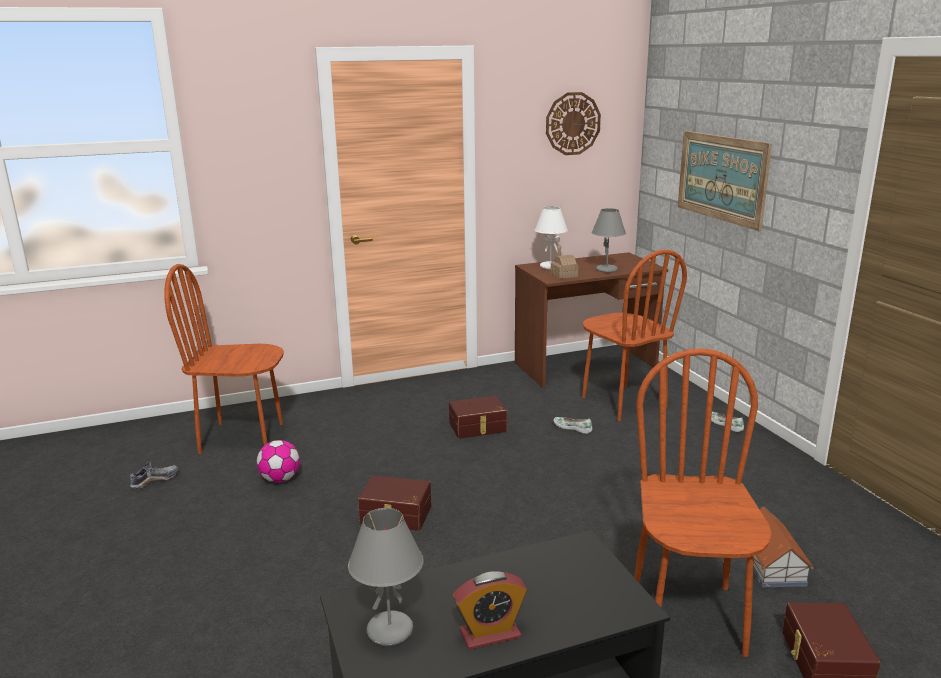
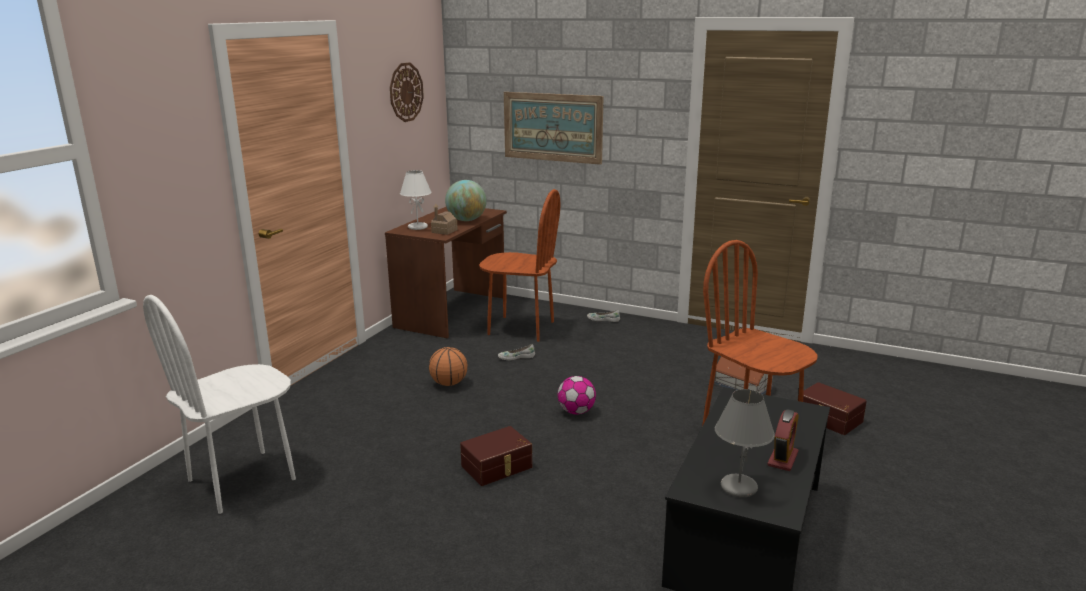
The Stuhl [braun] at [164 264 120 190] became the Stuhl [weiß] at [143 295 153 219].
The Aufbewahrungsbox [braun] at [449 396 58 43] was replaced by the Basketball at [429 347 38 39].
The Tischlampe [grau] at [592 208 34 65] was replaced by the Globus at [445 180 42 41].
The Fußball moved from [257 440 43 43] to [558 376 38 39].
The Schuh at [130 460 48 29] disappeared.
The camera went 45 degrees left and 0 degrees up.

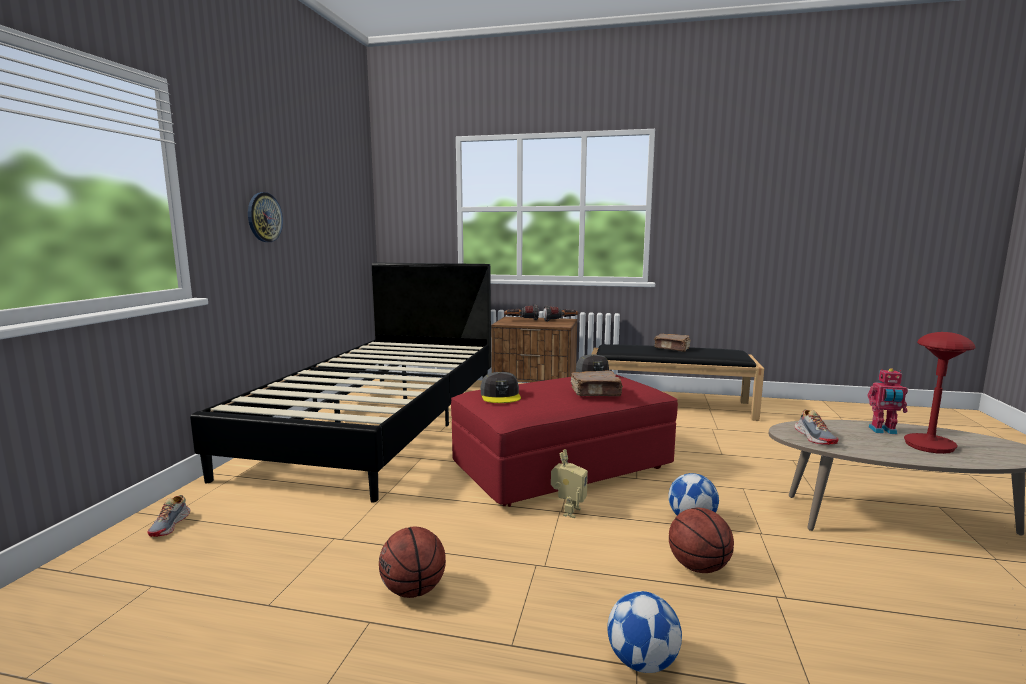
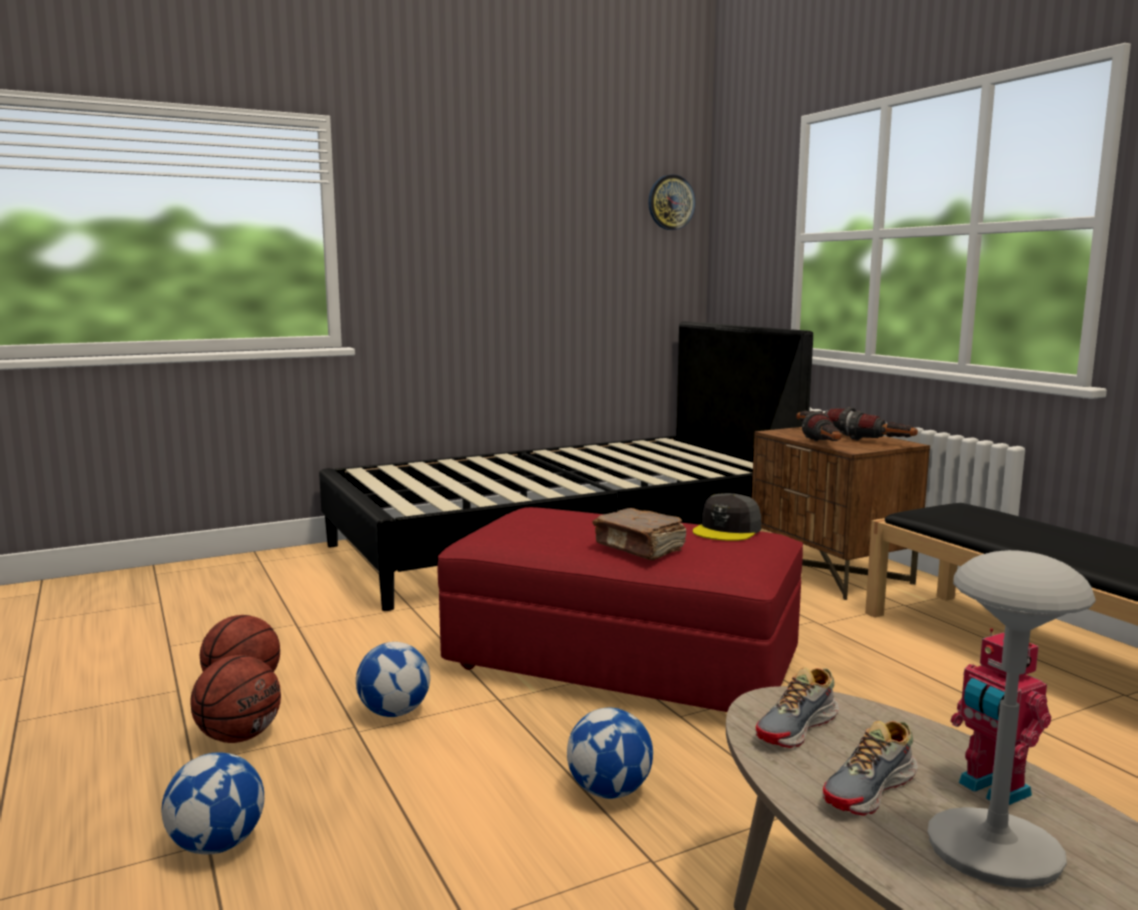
The Basketball moved from [669 508 65 65] to [190 655 91 88].
The Fußball at [356 642 74 75] appeared.
The Wanduhr moved from [248 192 35 50] to [648 174 47 56].
The Taschenlampe at [802 411 39 30] appeared.
The Schuh moved from [147 495 43 42] to [823 721 95 95].
The Tischlampe [rot] at [904 332 72 122] became the Tischlampe [grau] at [927 550 169 338].
The Kappe [grau] at [481 372 40 31] disappeared.
The Spielzeugroboter at [551 449 37 69] disappeared.
The Buch [braun] at [654 334 37 18] disappeared.
The camera went 50 degrees right and 0 degrees up.

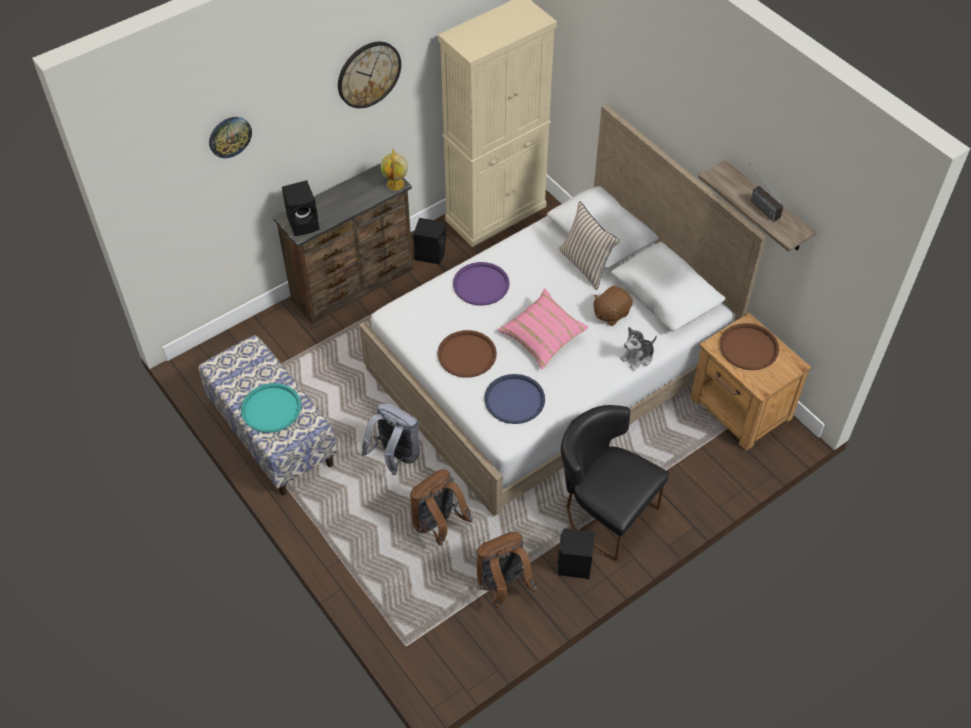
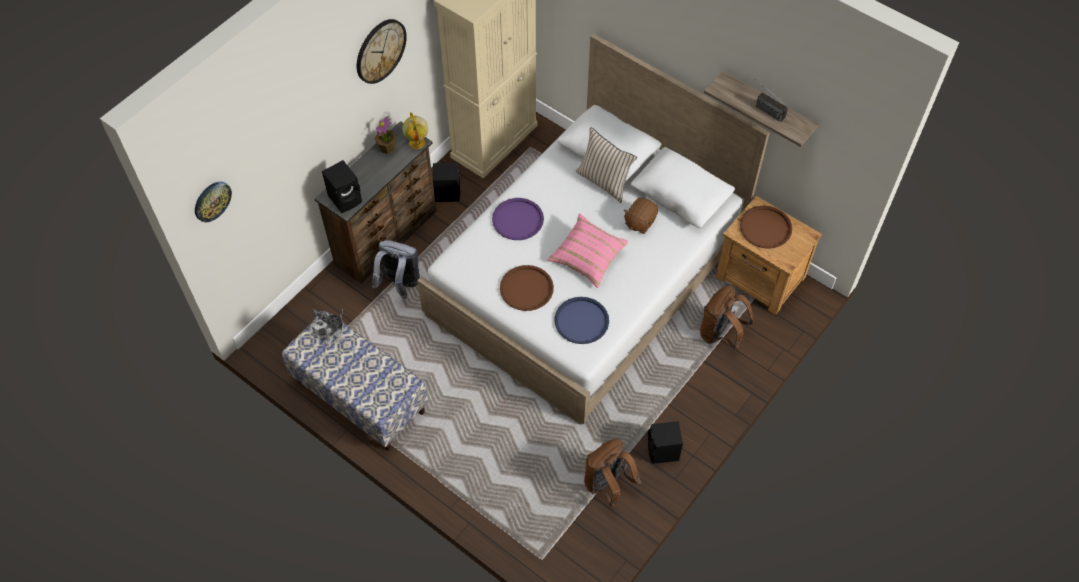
The Wanduhr moved from [209 117 43 41] to [195 182 37 40].
The Plüschtier moved from [620 327 37 44] to [312 309 32 36].
The Rucksack [grau] moved from [361 404 59 71] to [372 240 48 59].
The Topfpflanze at [375 116 21 38] appeared.
The Rucksack [braun] moved from [410 469 63 76] to [700 286 53 63].
The Tablett [türkis] at [241 383 60 50] disappeared.
The Stuhl [schwarz] at [561 405 108 156] disappeared.
The camera went 15 degrees left and 5 degrees up.

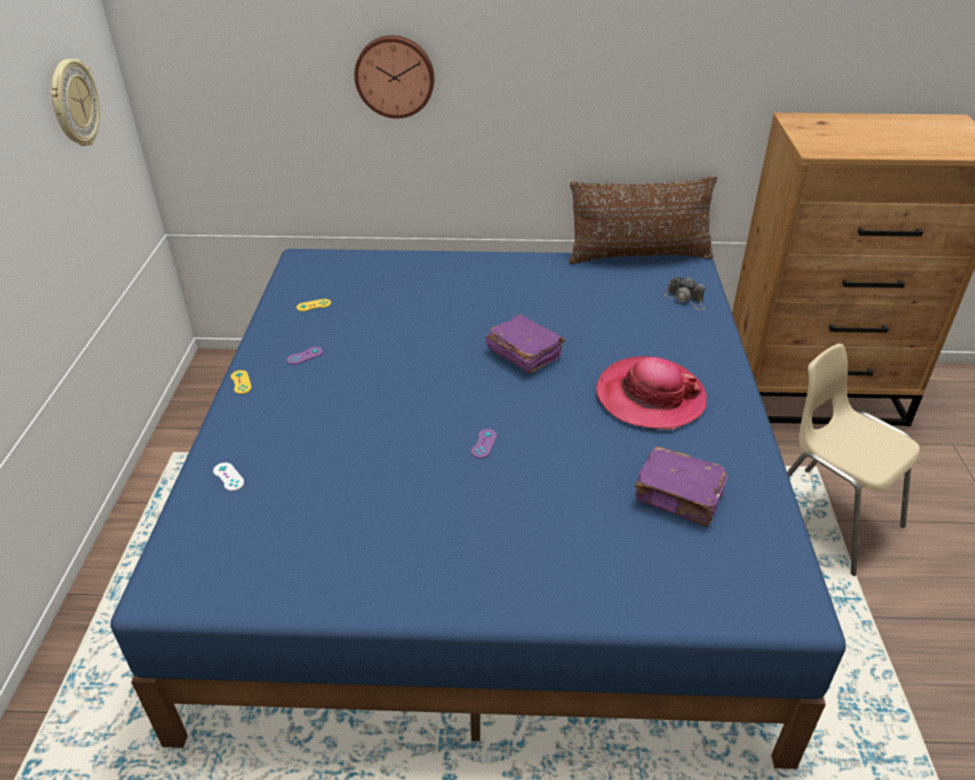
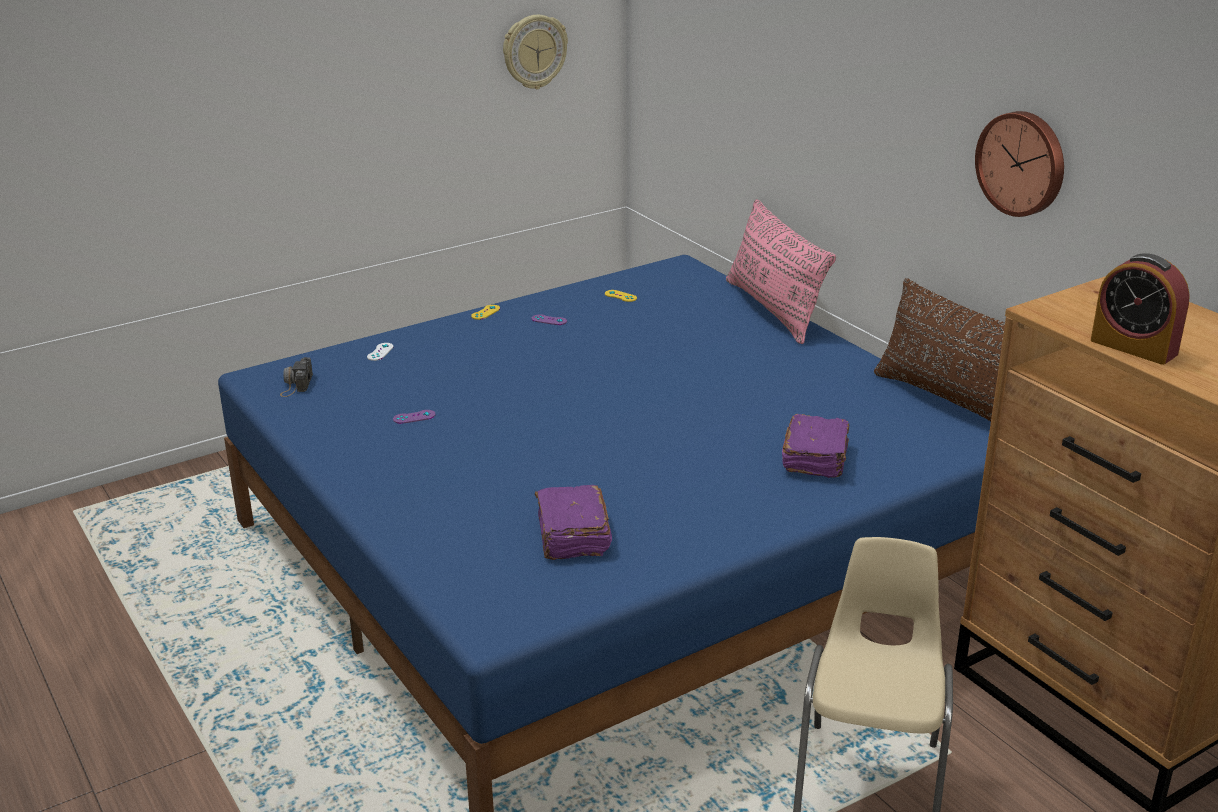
The Kamera moved from [665 277 40 33] to [280 357 33 40].
The Gamepad [lila] moved from [471 429 26 29] to [393 410 43 14].
The Kissen [rosa] at [726 199 110 145] appeared.
The Buch [lila] moved from [486 315 79 58] to [782 414 67 64].
The Wanduhr moved from [354 35 80 84] to [975 111 89 106].
The Wecker at [1091 254 99 111] appeared.
The Hut at [596 356 111 74] disappeared.
The camera went 55 degrees right and 10 degrees down.

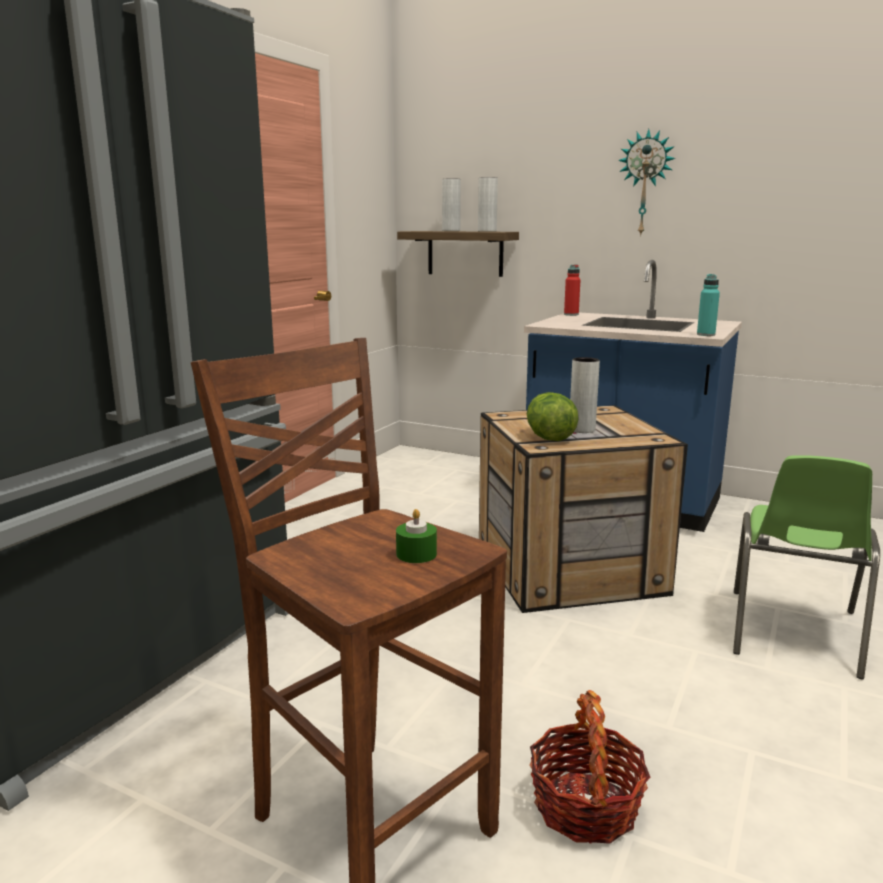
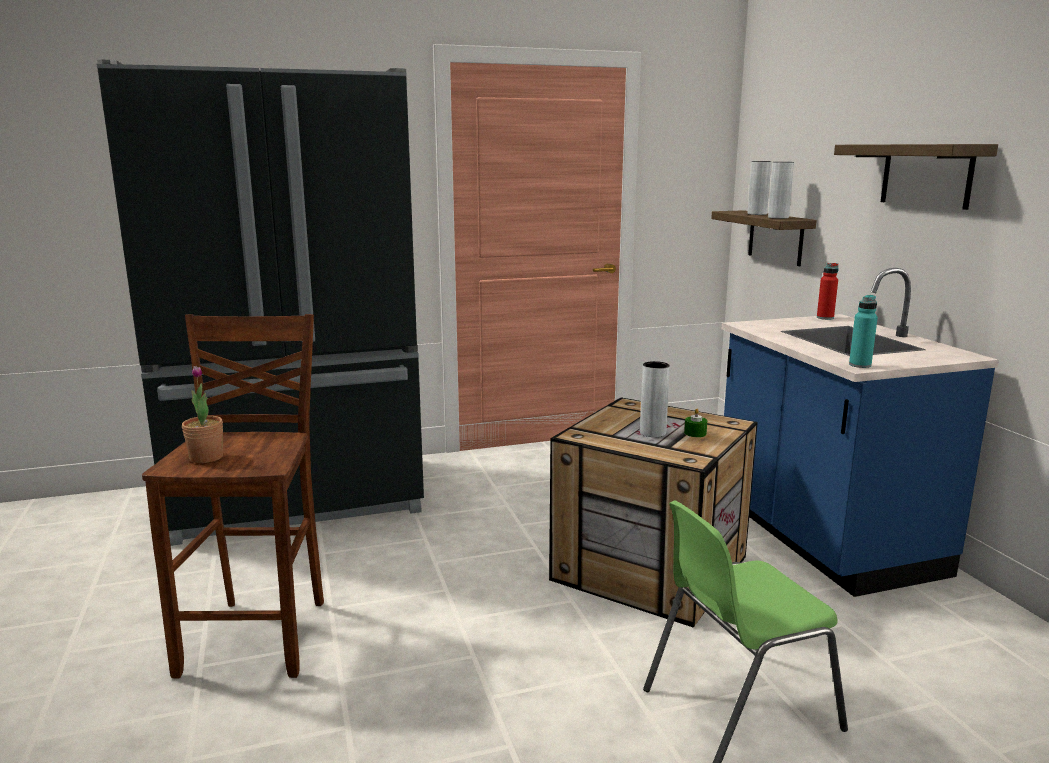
The Topfpflanze at [182 366 41 97] appeared.
The Kerze [grün] moved from [396 509 41 54] to [684 409 23 28].
The Wanduhr at [618 129 58 108] was replaced by the Wandregal at [834 144 164 66].
The Salatkopf at [527 392 51 49] disappeared.
The Korb at [529 690 122 154] disappeared.
The camera went 45 degrees right and 0 degrees up.

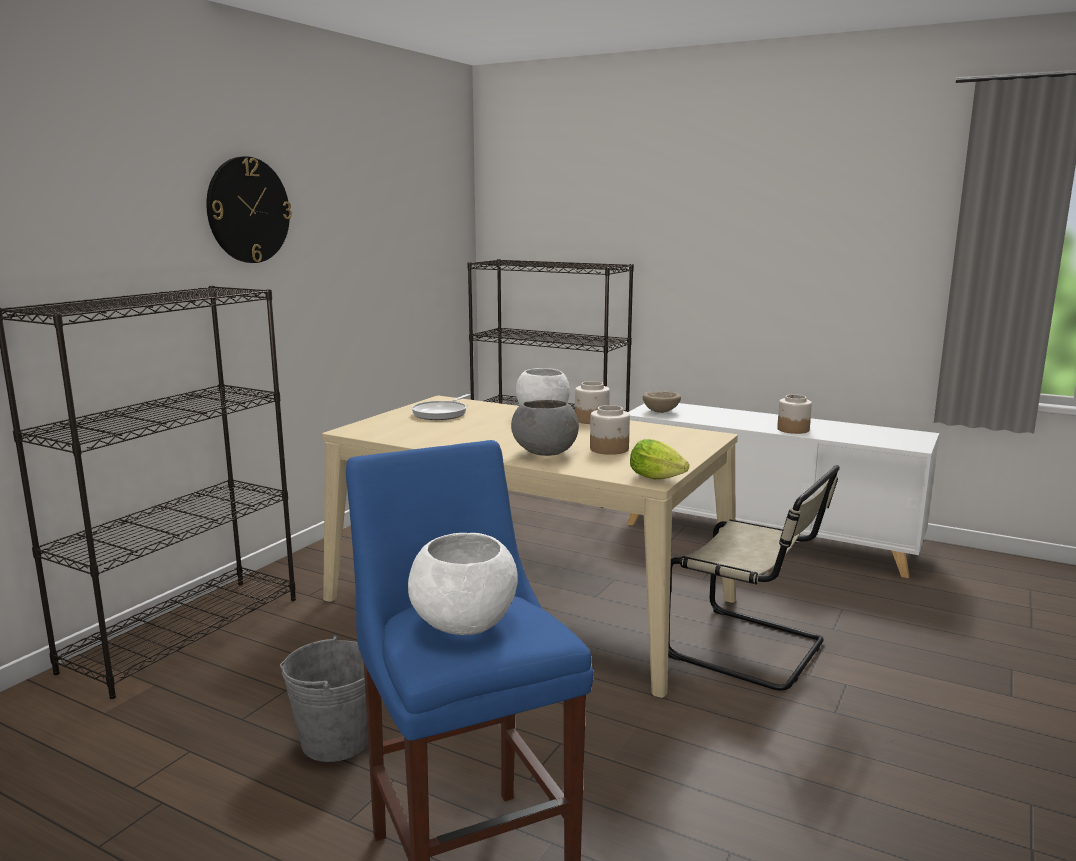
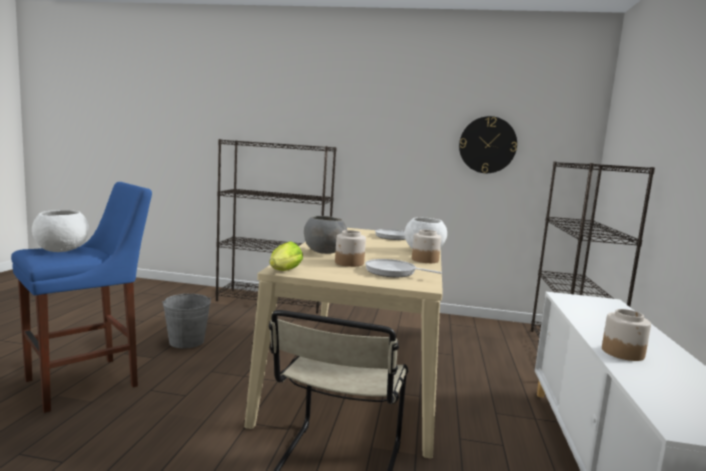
The Pfanne at [365 259 77 18] appeared.
The Wanduhr moved from [206 156 86 107] to [459 116 58 57].
The Schüssel [beige] at [643 391 38 22] disappeared.
The camera went 70 degrees right and 5 degrees down.

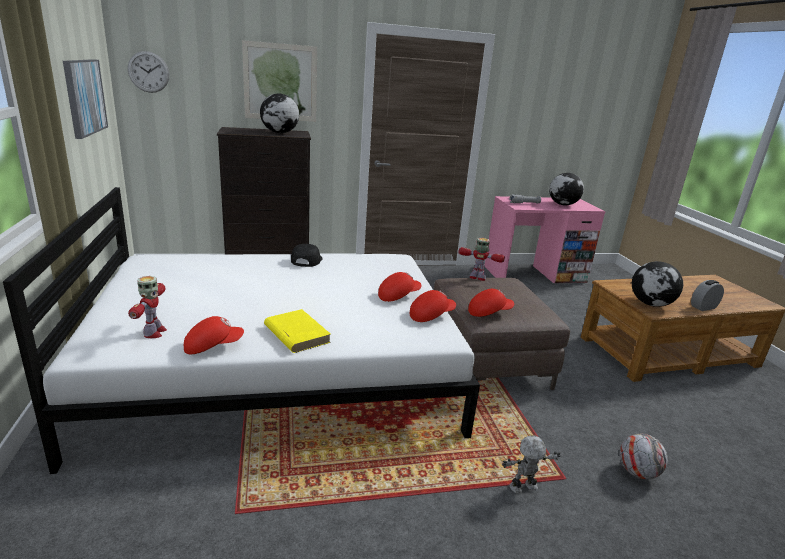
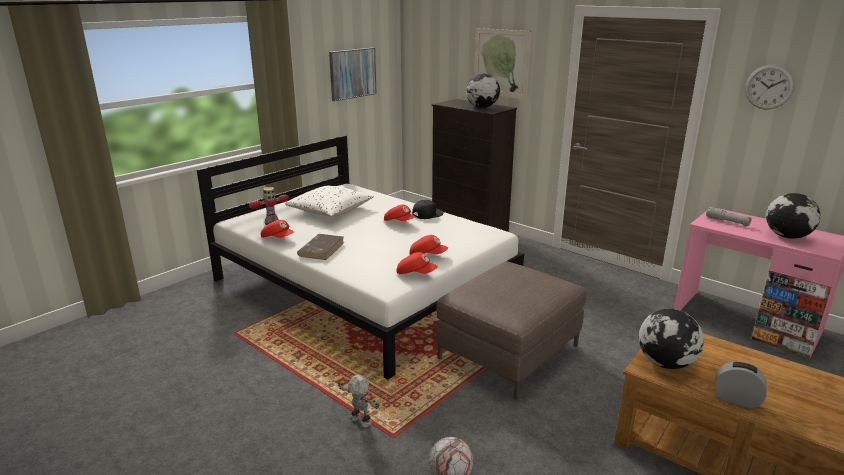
The Kissen [weiß] at [285 185 89 32] appeared.
The Buch [gelb] at [264 309 67 44] became the Buch [braun] at [297 234 47 26].
The Kappe [rot] moved from [468 289 46 28] to [384 205 32 16].
The Wanduhr moved from [128 51 41 42] to [745 65 50 44].
The Spielzeugroboter at [458 238 47 43] disappeared.
The camera went 55 degrees right and 0 degrees up.

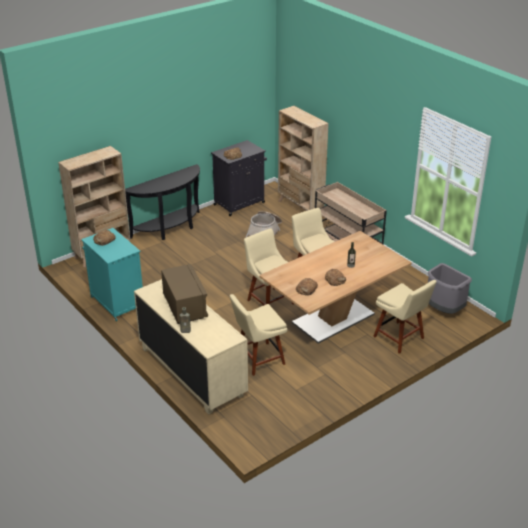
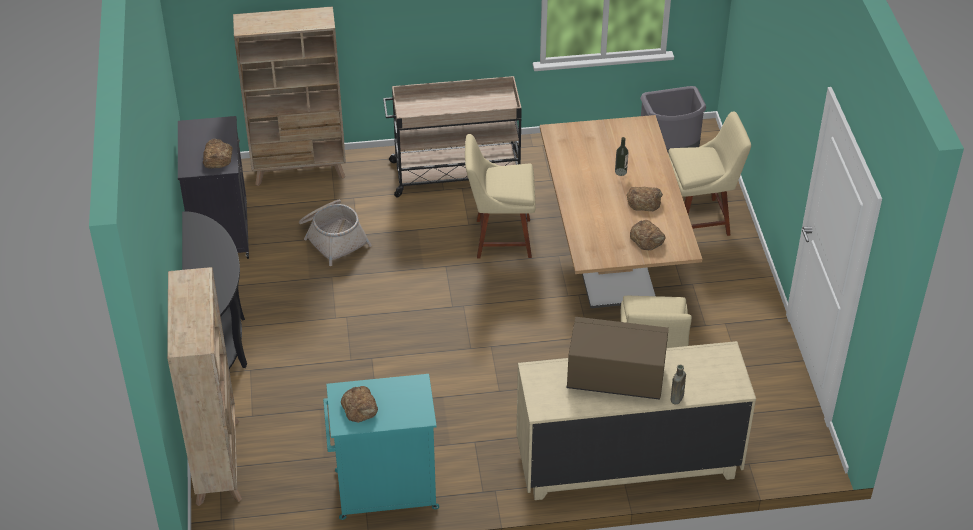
The Stuhl [beige] at [244 228 50 77] disappeared.
The camera went 60 degrees left and 10 degrees up.

